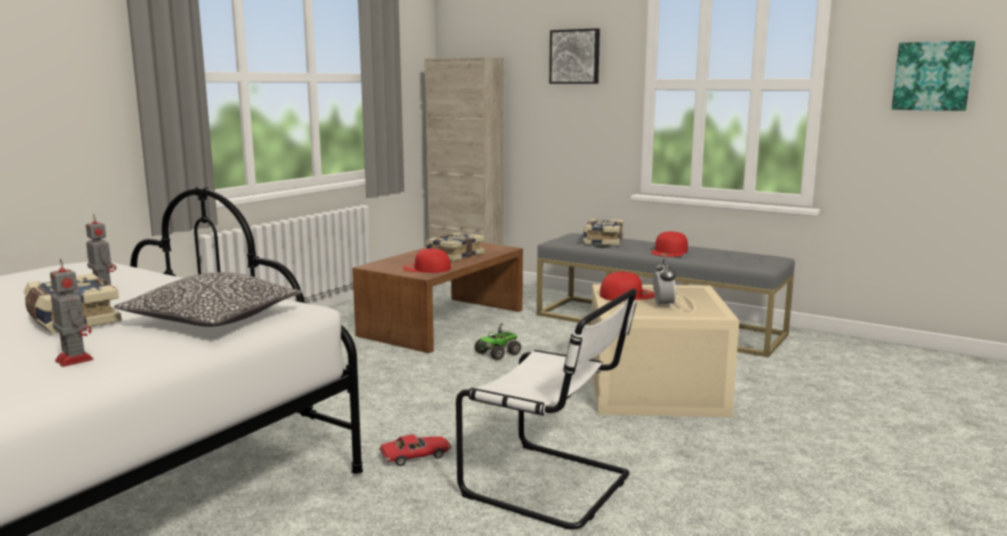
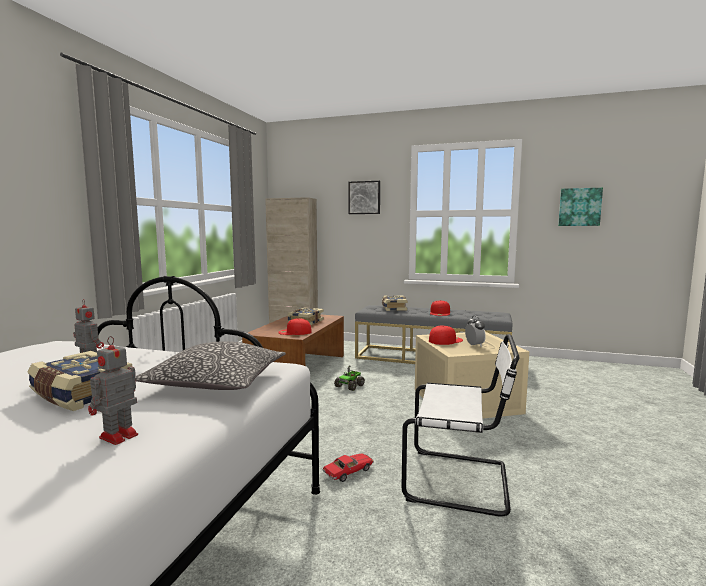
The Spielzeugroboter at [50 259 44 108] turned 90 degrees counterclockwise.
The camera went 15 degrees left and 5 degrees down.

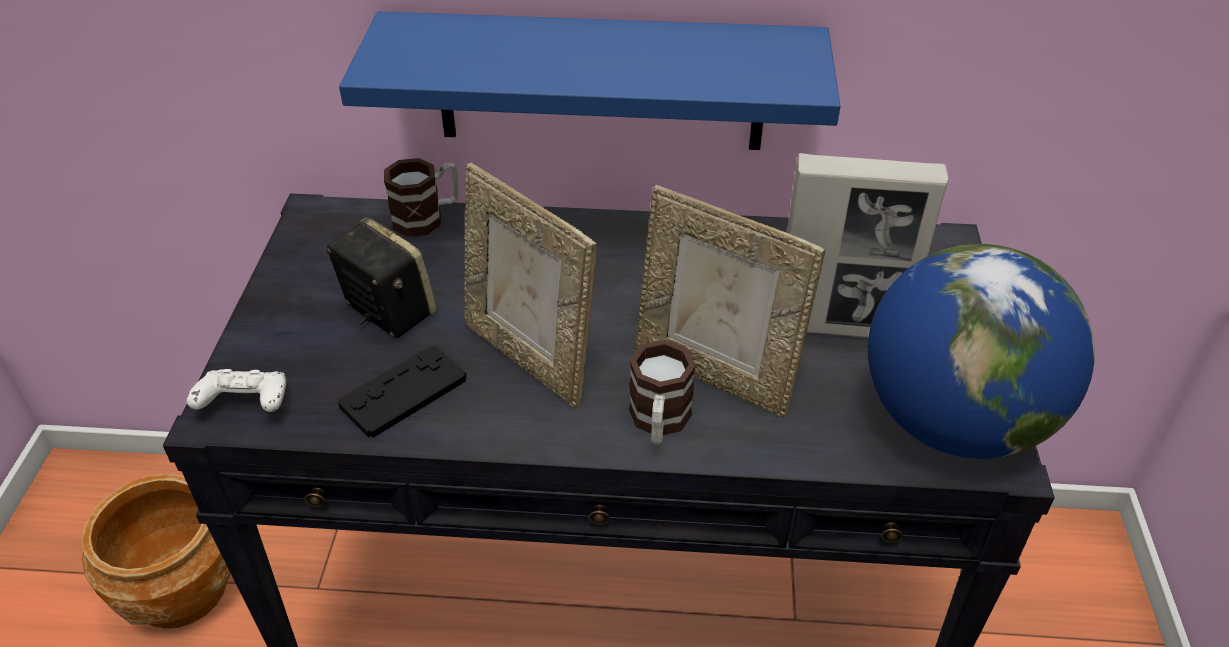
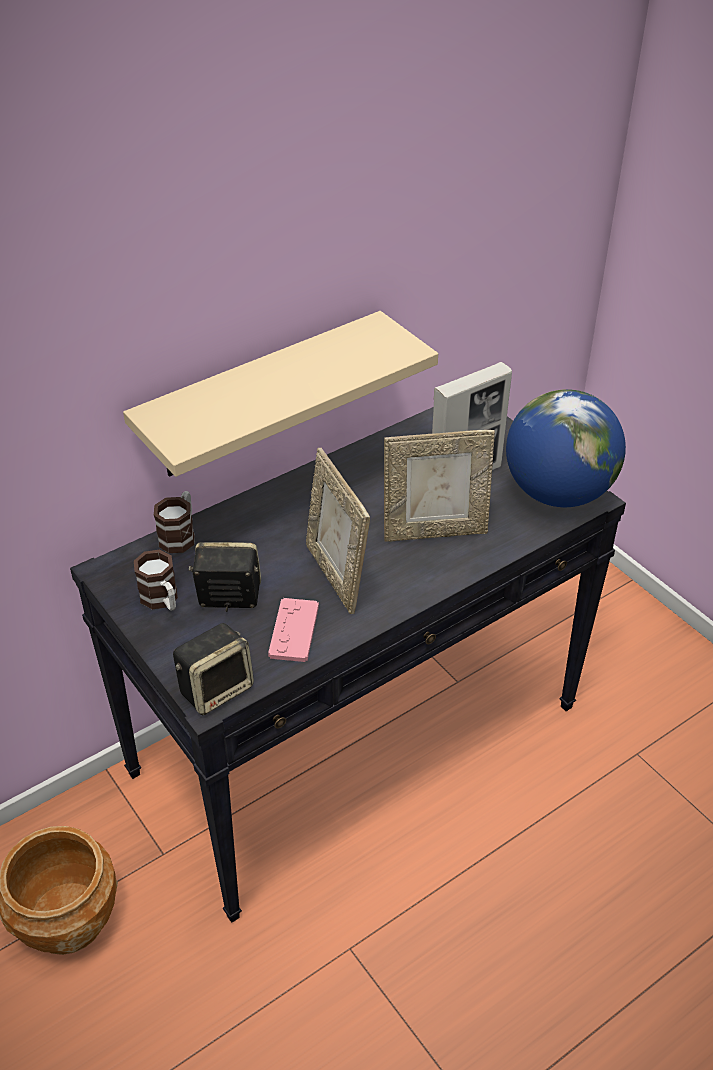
The Wandregal [blau] at [339 11 502 139] became the Wandregal [beige] at [123 311 315 166].
The Henkelbecher moved from [629 340 67 105] to [134 550 44 61].
The Gamepad [weiß] at [187 369 99 43] was replaced by the Lautsprecher at [173 623 81 92].
The Gamepad [schwarz] at [338 346 129 92] became the Gamepad [rosa] at [268 598 51 64].
The Bilderrahmen at [464 163 133 245] turned 60 degrees clockwise.
The camera went 40 degrees left and 0 degrees up.

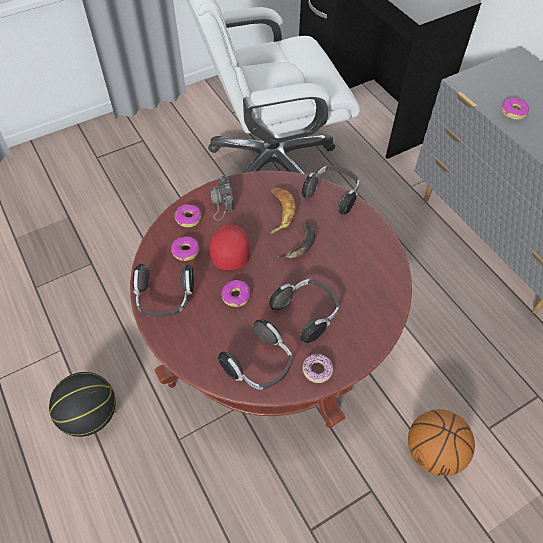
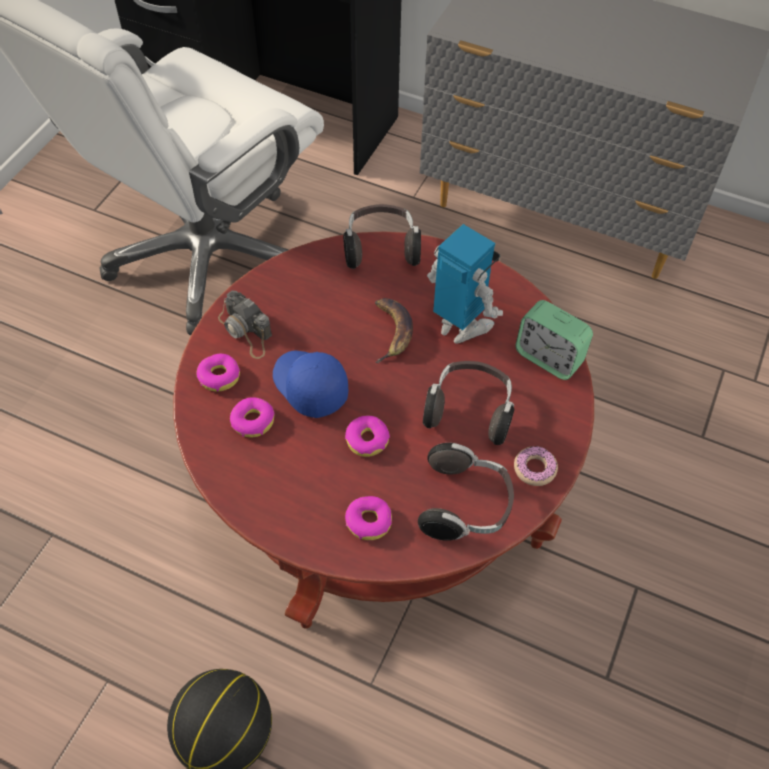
The Kappe [rot] at [209 225 41 45] became the Kappe [blau] at [273 351 75 67].
The Donut moved from [501 98 28 22] to [345 496 47 44].
The Spielzeugroboter at [427 224 76 120] appeared.
The Wecker at [515 300 78 80] appeared.
The Kopfhörer at [133 264 61 53] disappeared.
The Banane at [270 187 25 47] disappeared.
The Basketball at [408 409 67 67] disappeared.
The camera went 35 degrees left and 0 degrees up.

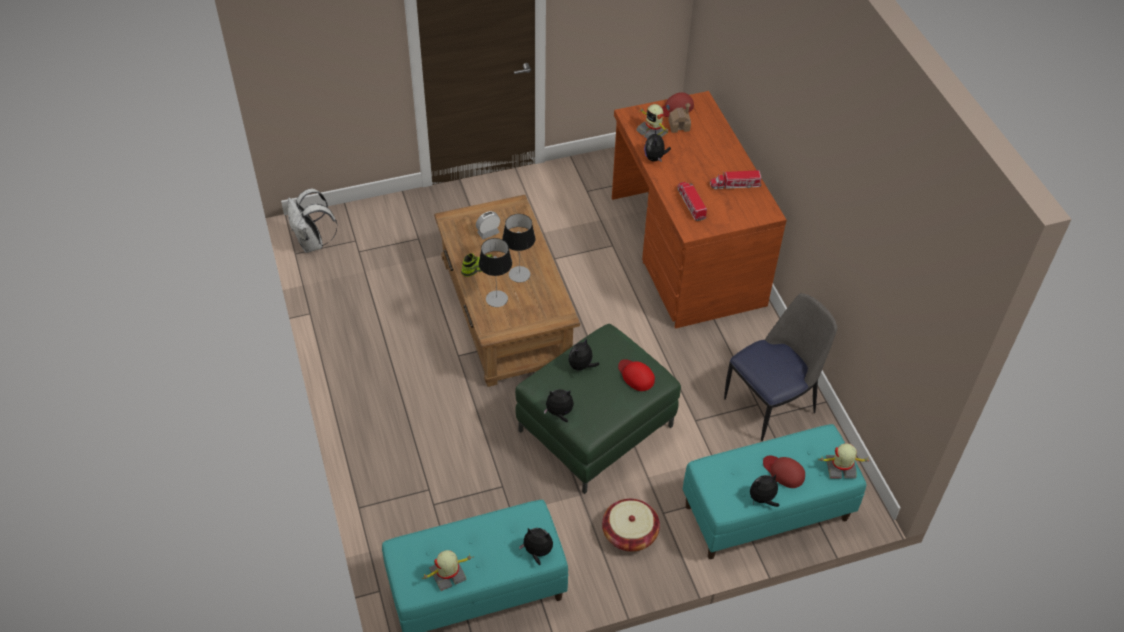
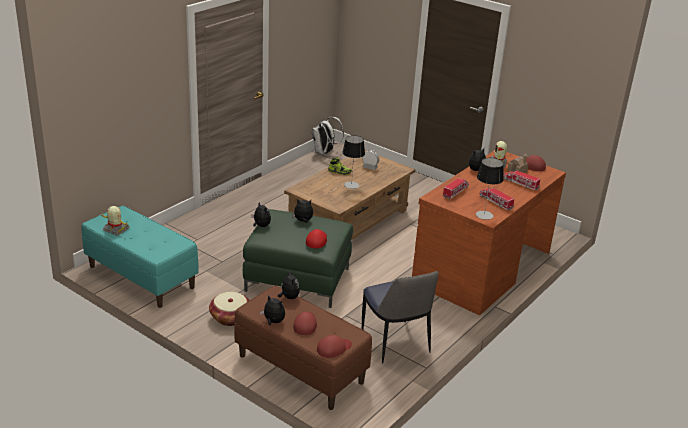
The Bank [türkis] at [683 424 183 135] became the Bank [braun] at [234 285 138 125].
The Plüschtier moved from [519 528 34 37] to [278 271 22 28].
The Spielzeugroboter at [820 443 50 36] was replaced by the Kappe [rot] at [317 335 35 23].
The Stuhl at [724 293 113 148] turned 45 degrees clockwise.
The Tischlampe moved from [479 238 33 69] to [476 158 28 62].
The Spielzeuglaster at [503 170 37 20] appeared.
The camera went 55 degrees right and 20 degrees down.

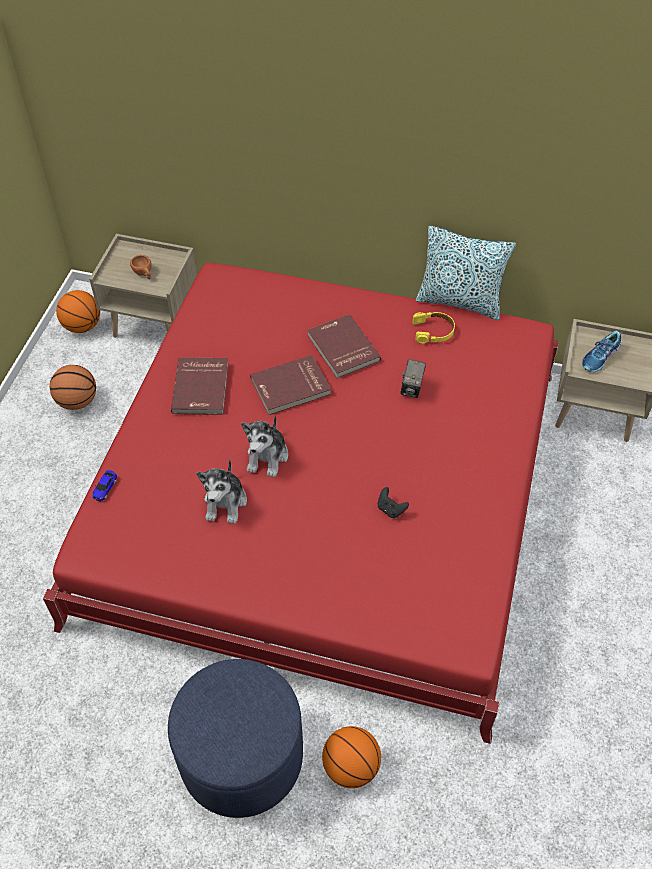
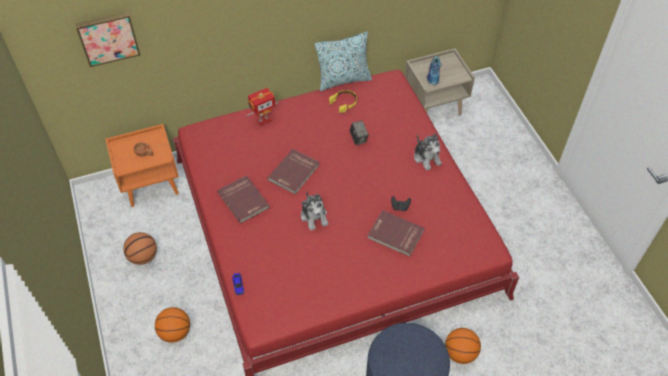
The Bild at [75 12 65 55] appeared.
The Nachttisch [beige] at [89 234 108 104] became the Nachttisch [orange] at [105 124 74 83].
The Basketball moved from [56 290 44 43] to [155 307 35 36].
The Spielzeugroboter at [246 88 33 38] appeared.
The Buch [rot] moved from [307 314 74 64] to [368 210 57 47].
The Plüschtier moved from [196 458 51 66] to [414 134 28 37].
The camera went 35 degrees left and 0 degrees up.

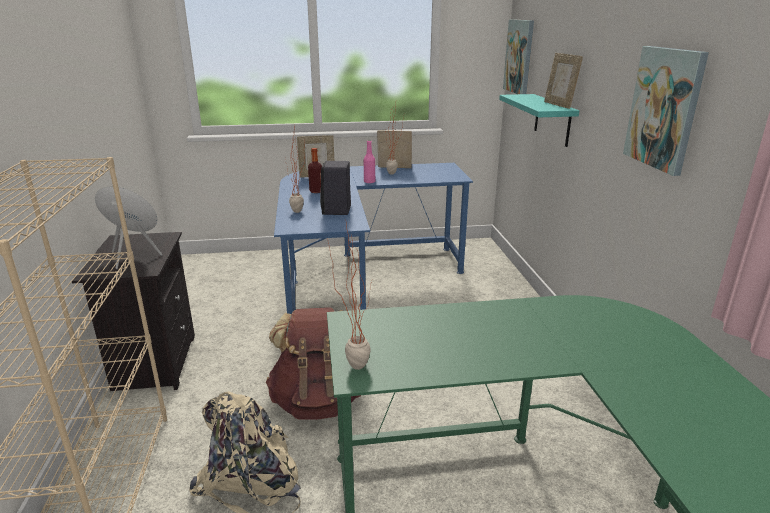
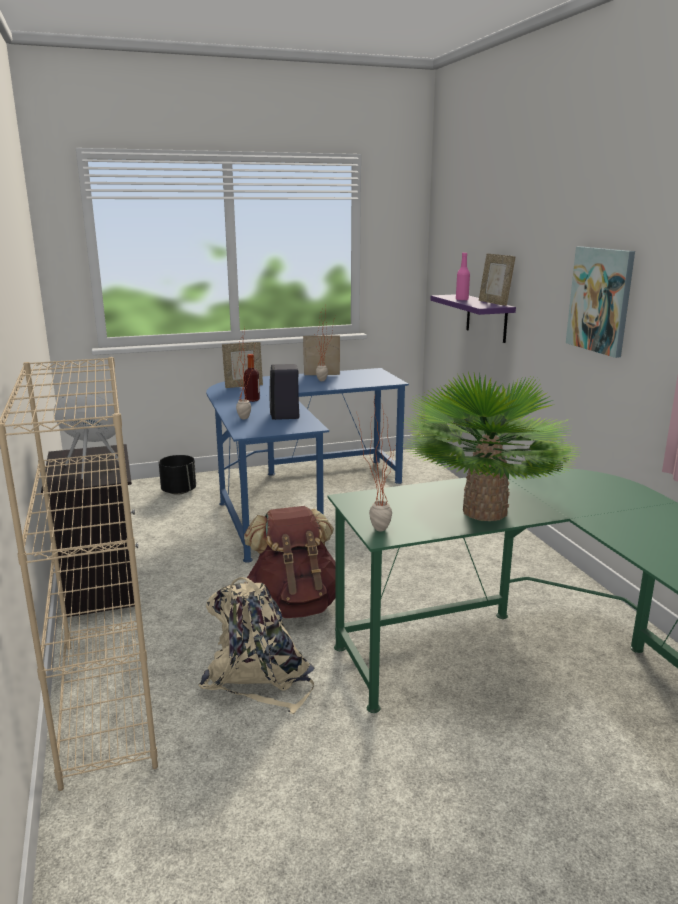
The Pflanzkübel [schwarz] at [159 455 37 40] appeared.
The Topfpflanze at [403 372 179 149] appeared.
The Wandregal [türkis] at [499 94 80 53] became the Wandregal [lila] at [430 294 86 49].
The Flasche [rosa] moved from [364 140 11 43] to [456 252 14 49].
The Bild at [503 19 31 75] disappeared.
The camera went 10 degrees left and 5 degrees down.

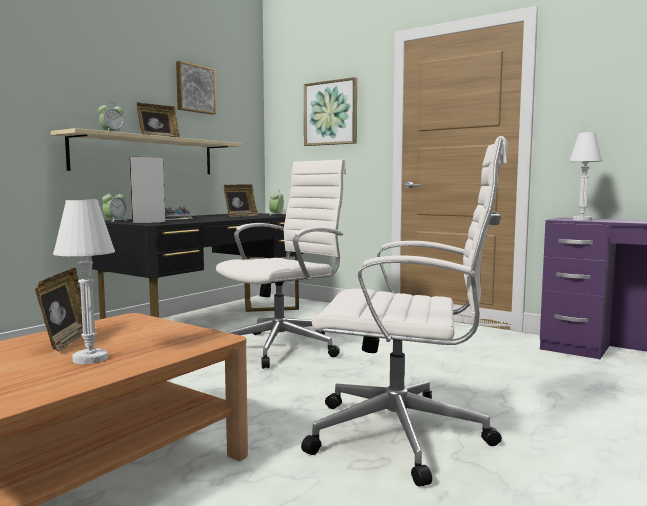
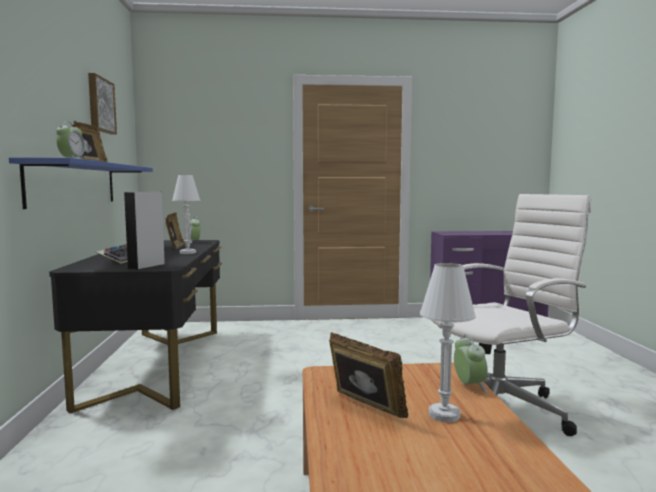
The Wandregal [beige] at [51 128 190 46] became the Wandregal [blau] at [9 157 144 52].
The Tischlampe [weiß] moved from [569 132 33 89] to [172 175 28 79].
The Wecker moved from [102 190 25 32] to [454 334 34 59].
The Bürostuhl [weiß] at [216 160 130 209] disappeared.
The Bild at [304 77 53 69] disappeared.
The camera went 40 degrees left and 0 degrees up.

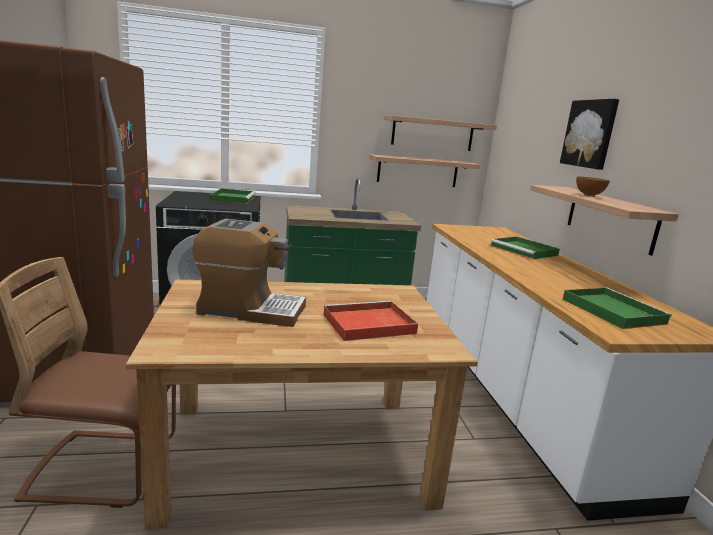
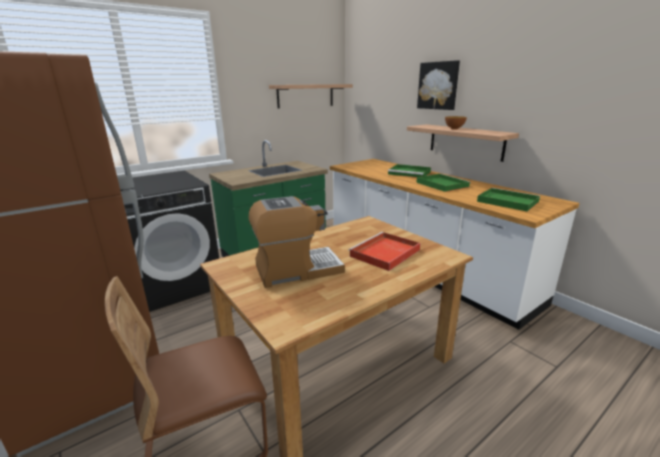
The Tablett [grün] moved from [209 189 47 15] to [416 174 55 18].
The Wandregal at [369 154 111 33] disappeared.
The camera went 25 degrees left and 5 degrees up.

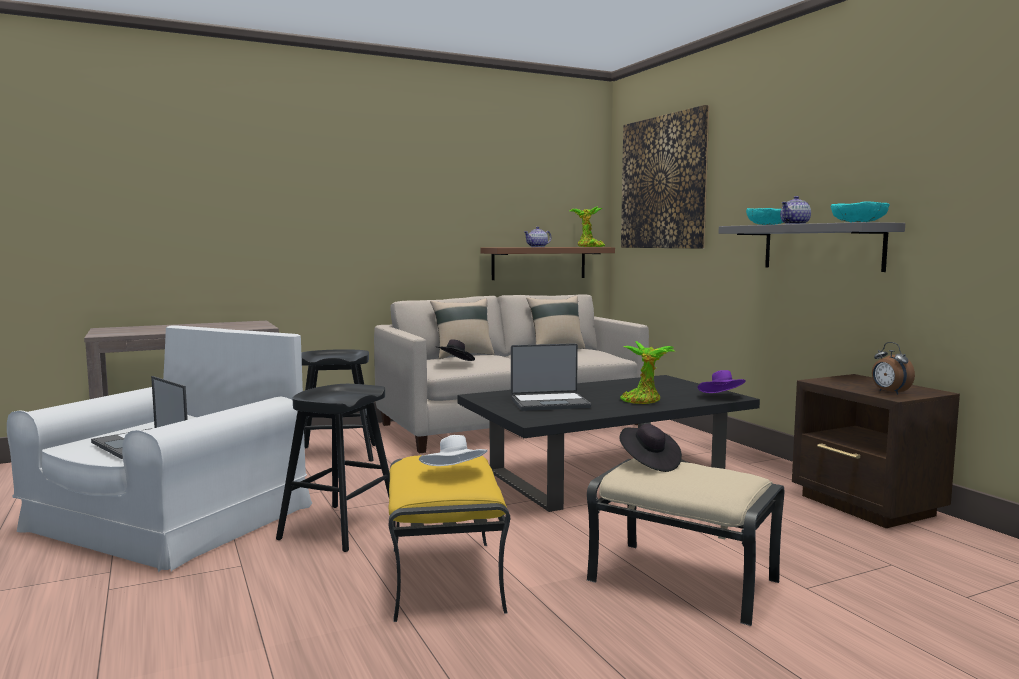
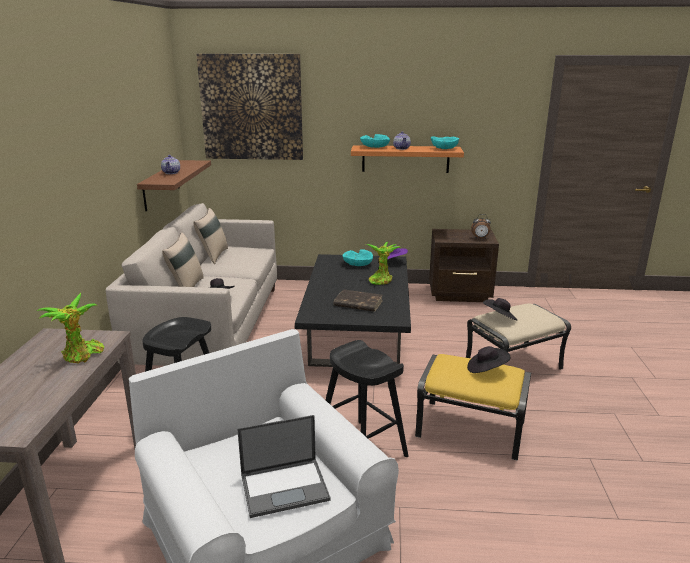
The Topfpflanze moved from [570 207 35 40] to [37 293 67 71].
The Laptop at [511 343 80 68] was replaced by the Buch [braun] at [333 289 50 23].
The Schüssel [türkis] at [342 249 31 17] appeared.
The Wandregal [grau] at [719 222 186 50] became the Wandregal [orange] at [351 145 113 28].
The Hut [weiß] at [419 435 69 31] became the Hut [schwarz] at [467 346 44 27].
The camera went 60 degrees left and 15 degrees up.

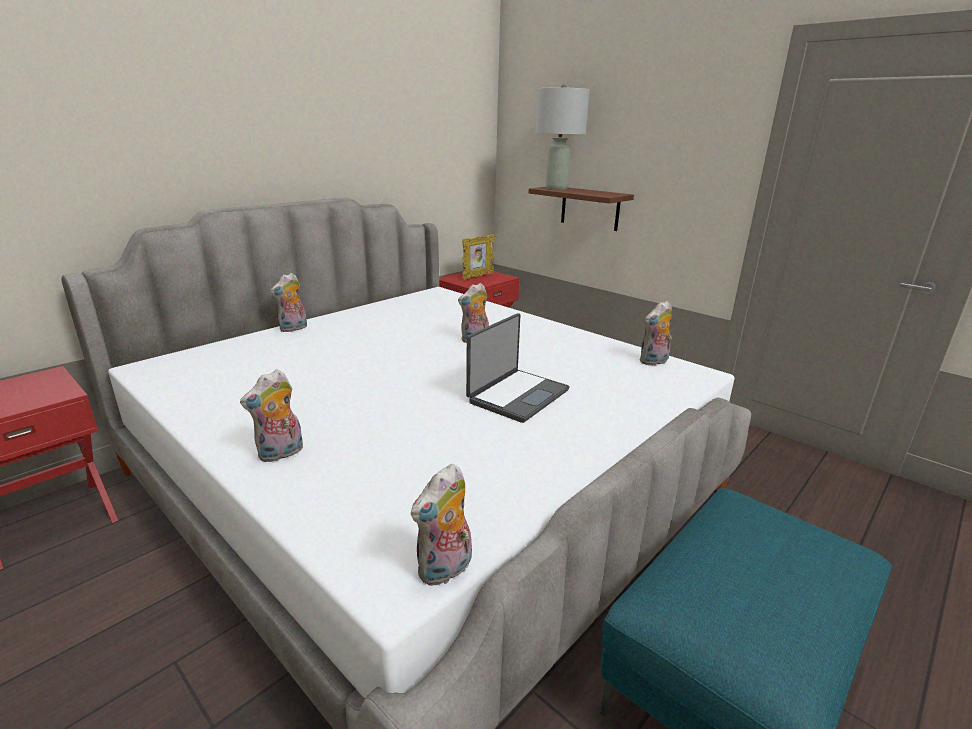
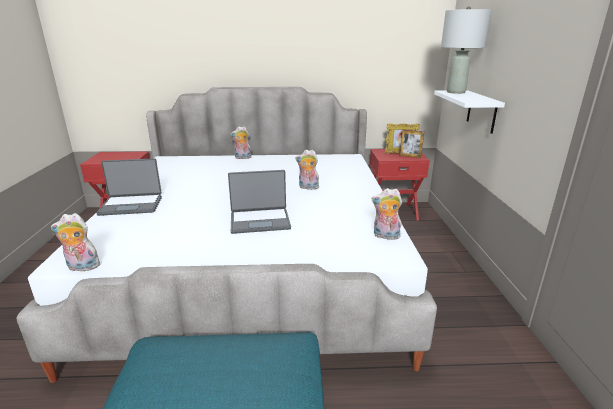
The Plüschtier at [240 369 63 93] was replaced by the Laptop at [96 158 66 58].
The Bilderrahmen at [400 130 24 28] appeared.
The Wandregal [braun] at [529 187 105 44] became the Wandregal [weiß] at [434 90 71 44].
The camera went 45 degrees right and 0 degrees up.

